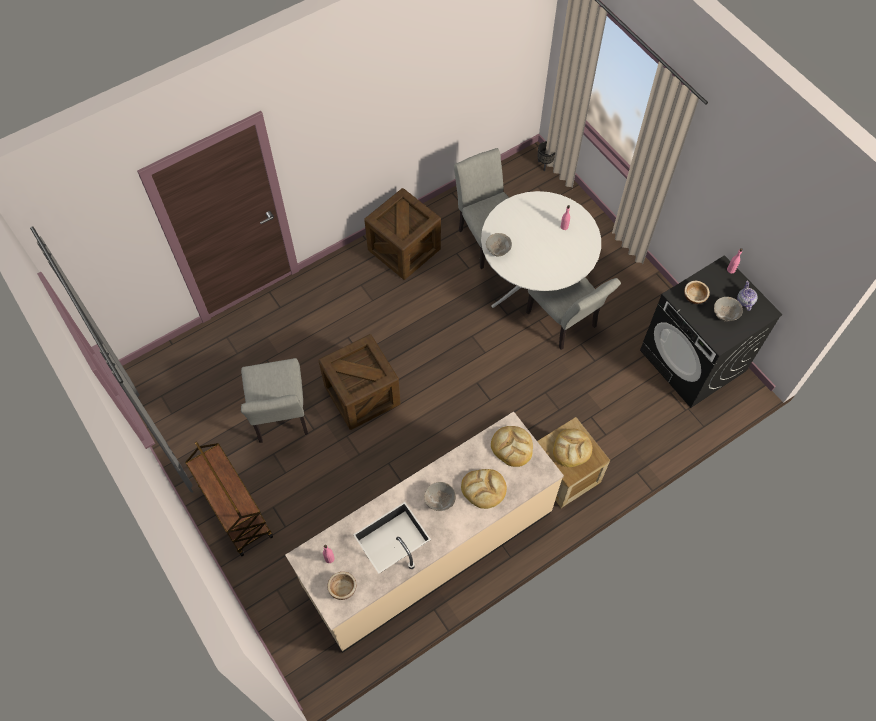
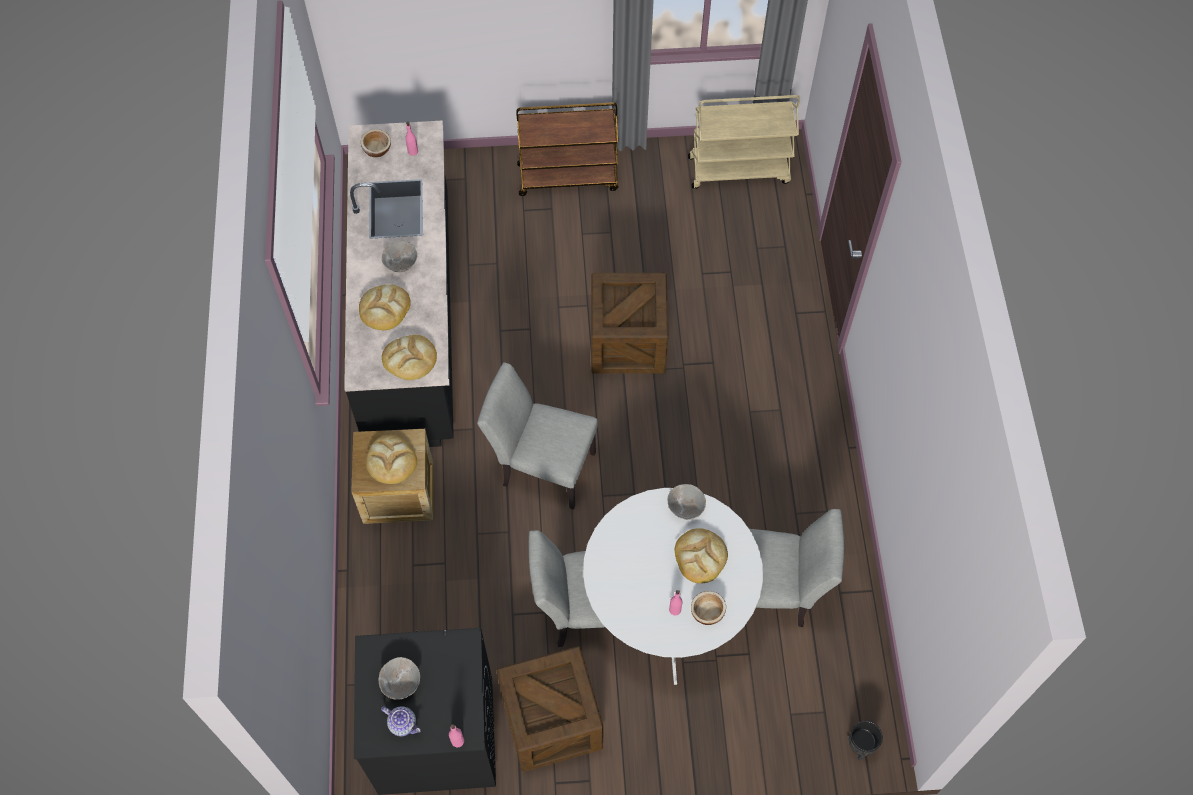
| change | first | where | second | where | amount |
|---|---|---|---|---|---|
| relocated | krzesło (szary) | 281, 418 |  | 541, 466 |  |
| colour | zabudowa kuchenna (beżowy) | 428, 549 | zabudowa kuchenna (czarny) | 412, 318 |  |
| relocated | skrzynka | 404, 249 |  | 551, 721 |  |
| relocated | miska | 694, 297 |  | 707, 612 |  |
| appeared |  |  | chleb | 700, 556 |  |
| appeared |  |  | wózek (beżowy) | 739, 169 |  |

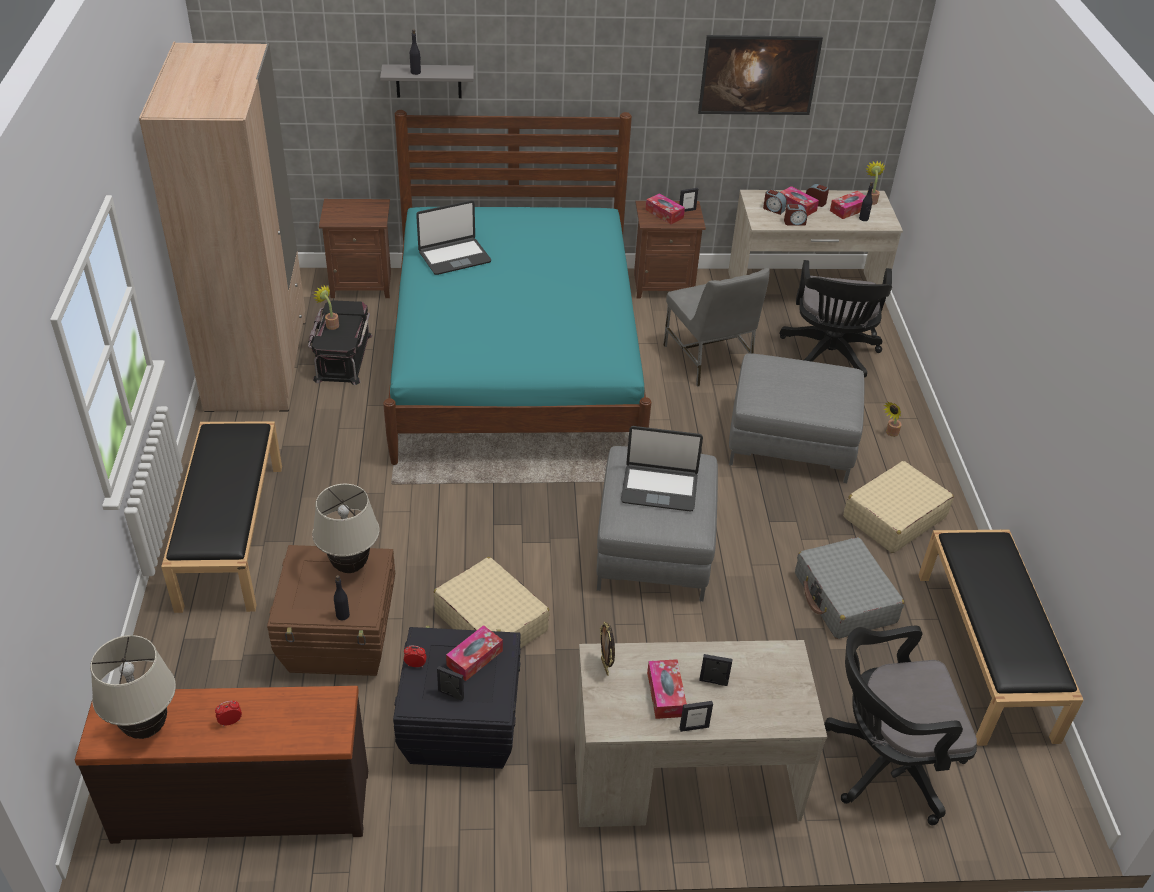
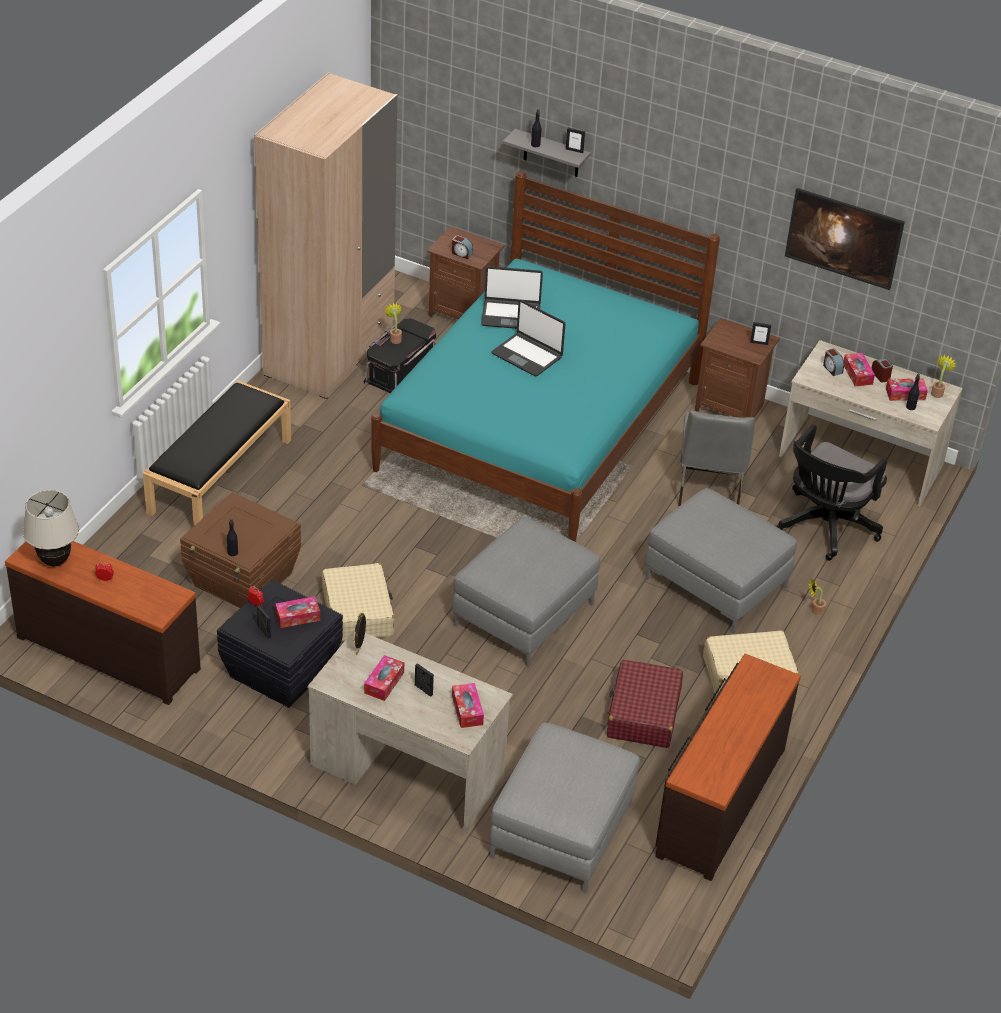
| change | first | where | second | where | amount |
|---|---|---|---|---|---|
| missing | lampa stołowa (beżowy) | 350, 566 |  |  |  |
| relocated | laptop | 659, 488 |  | 527, 355 |  |
| relocated | pudełko chusteczek | 664, 214 |  | 467, 710 |  |
| relocated | ramka na zdjęcie | 694, 727 |  | 574, 150 |  |
| relocated | budzik | 794, 222 |  | 461, 254 |  |
| colour | walizka (szary) | 844, 598 | walizka (czerwony) | 643, 714 |  |
| exchanged | krzesło biurowe (czarny) | 884, 764 | pufa (szary) | 561, 830 |  |
| exchanged | ławka (czarny) | 986, 655 | komoda (brązowy) | 719, 801 |  |

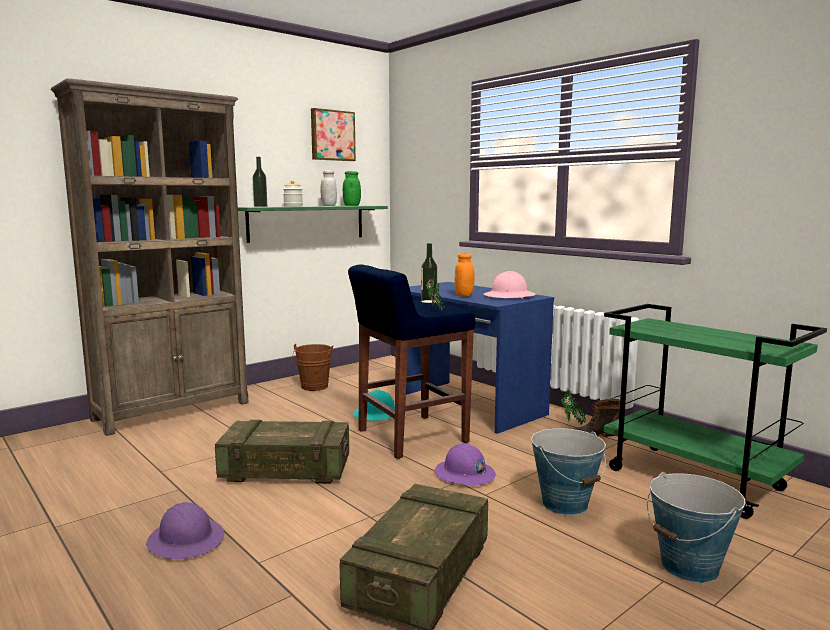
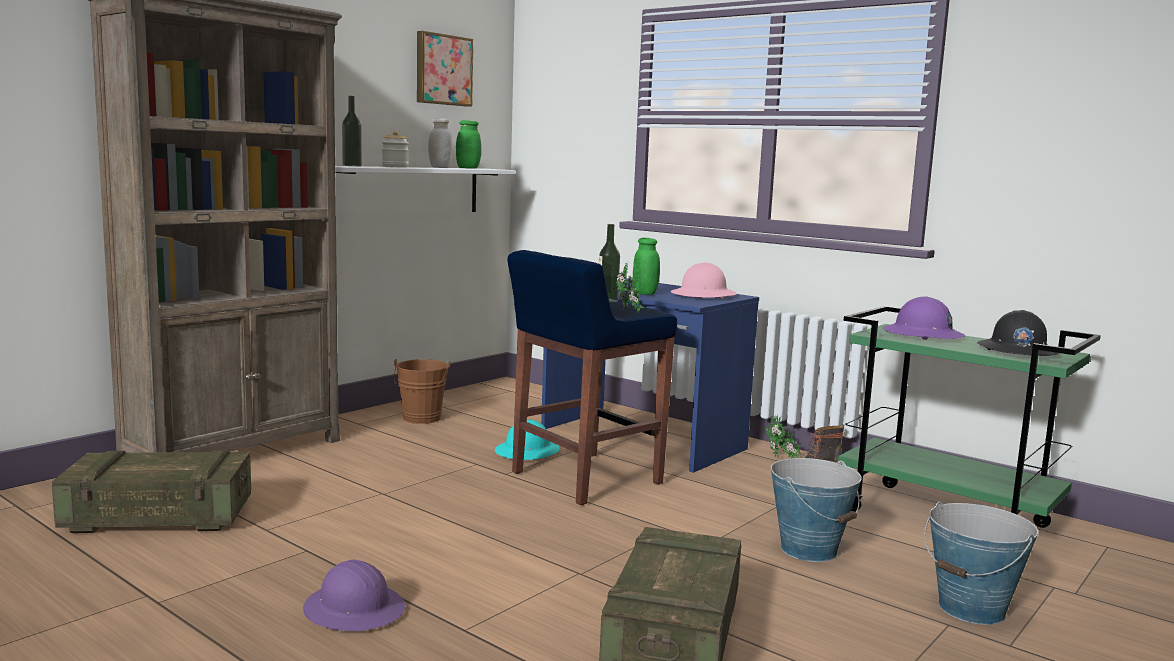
| change | first | where | second | where | amount |
|---|---|---|---|---|---|
| relocated | skrzynka | 286, 470 |  | 159, 517 |  |
| colour | półka (zielony) | 307, 223 | półka (biały) | 407, 190 |  |
| relocated | kask (fioletowy) | 464, 474 |  | 922, 335 |  |
| colour | słoik (pomarańczowy) | 464, 295 | słoik (zielony) | 645, 293 |  |
| appeared |  |  | kask (czarny) | 1017, 350 |  |

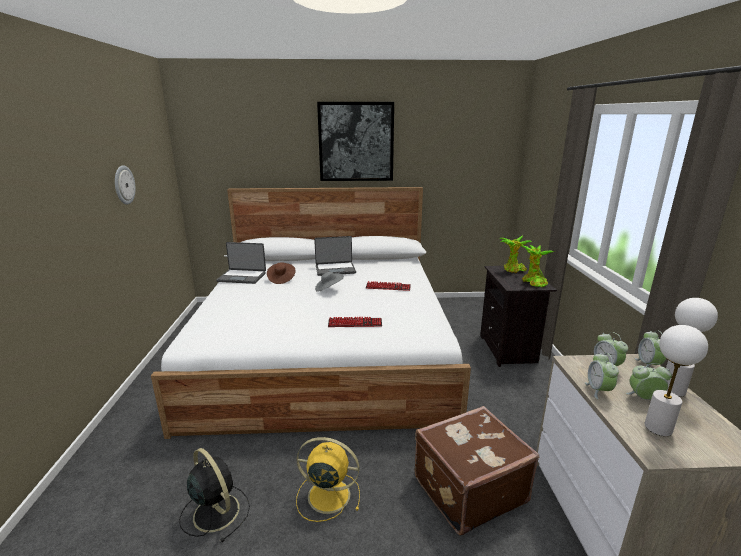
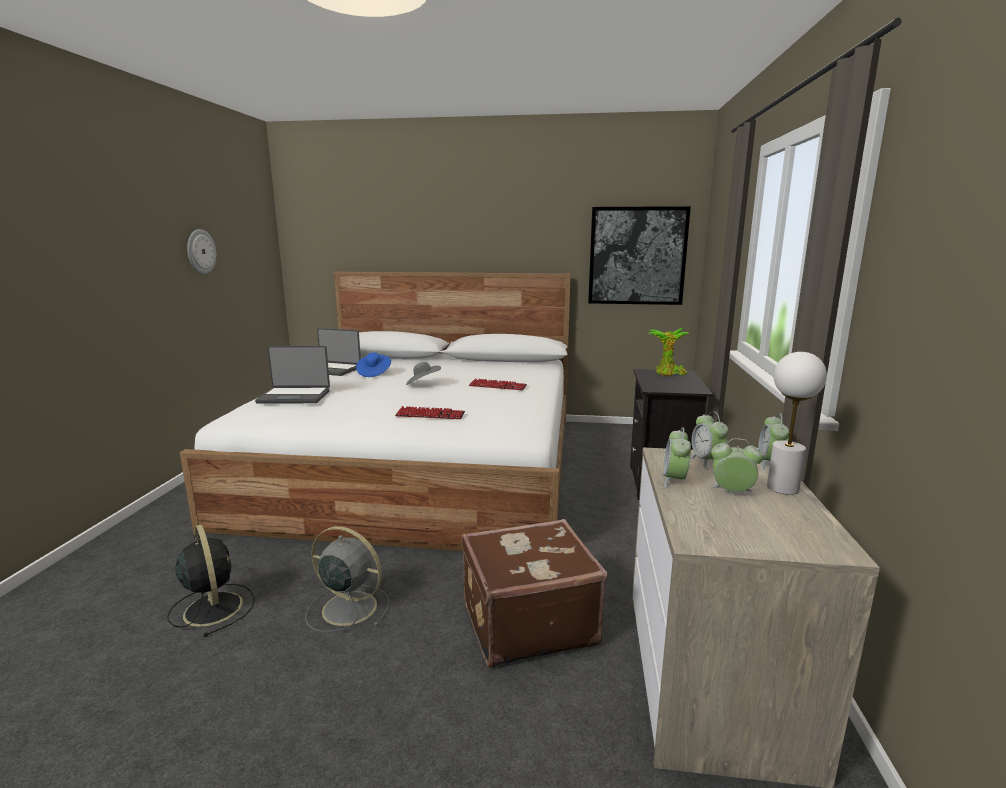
| change | first | where | second | where | amount |
|---|---|---|---|---|---|
| colour | kapelusz (brązowy) | 281, 279 | kapelusz (niebieski) | 374, 373 |  |
| colour | wentylator (żółty) | 327, 495 | wentylator (szary) | 347, 607 |  |
| relocated | laptop | 335, 269 |  | 295, 396 |  |
| relocated | obraz | 356, 142 |  | 637, 256 |  |
| missing | roślina doniczkowa | 533, 282 |  |  |  |
| missing | lampa stołowa (biały) | 658, 428 |  |  |  |

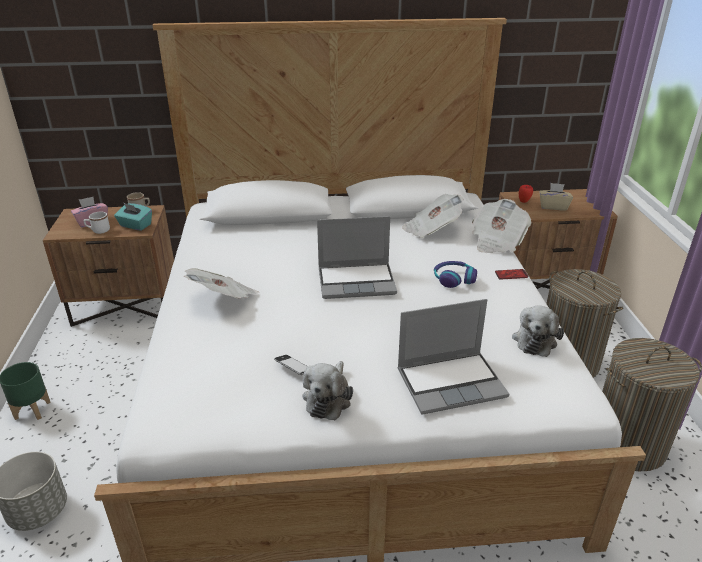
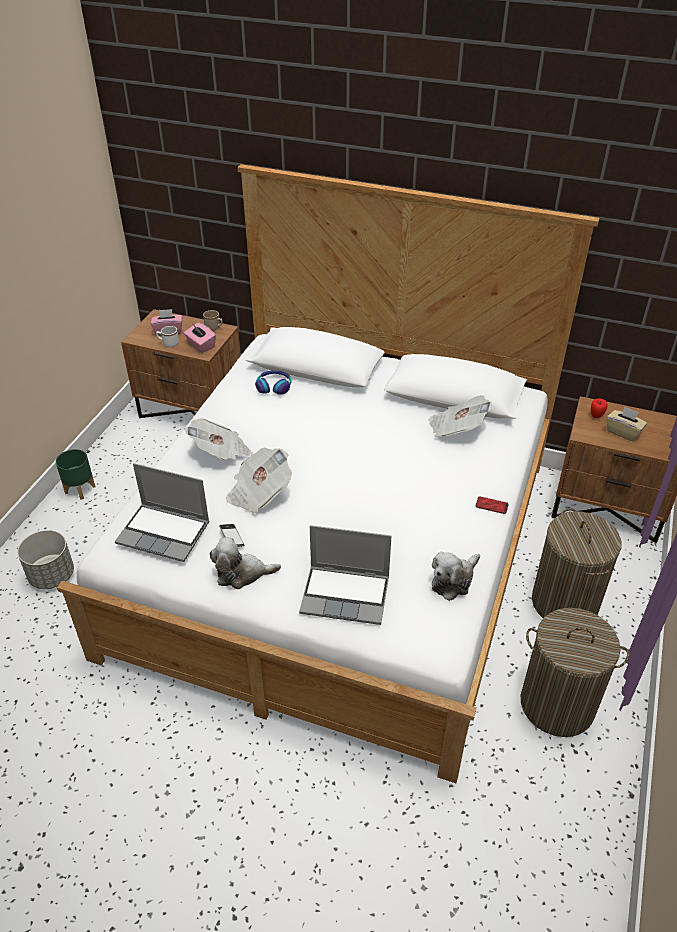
| change | first | where | second | where | amount |
|---|---|---|---|---|---|
| colour | pudełko chusteczek (turkusowy) | 135, 225 | pudełko chusteczek (różowy) | 201, 345 |  |
| spun | pluszak | 328, 398 |  | 242, 573 | 45 degrees clockwise |
| relocated | laptop | 357, 281 |  | 165, 533 |  |
| relocated | słuchawki | 454, 279 |  | 274, 386 |  |
| relocated | gazeta | 497, 241 |  | 259, 493 |  |

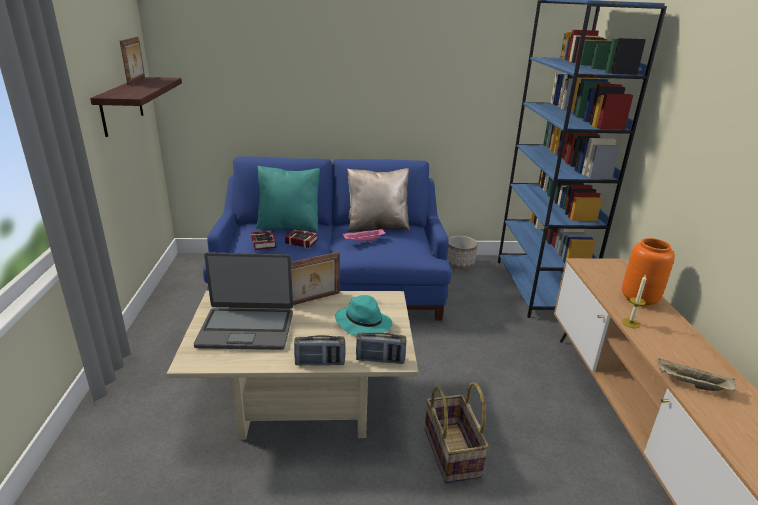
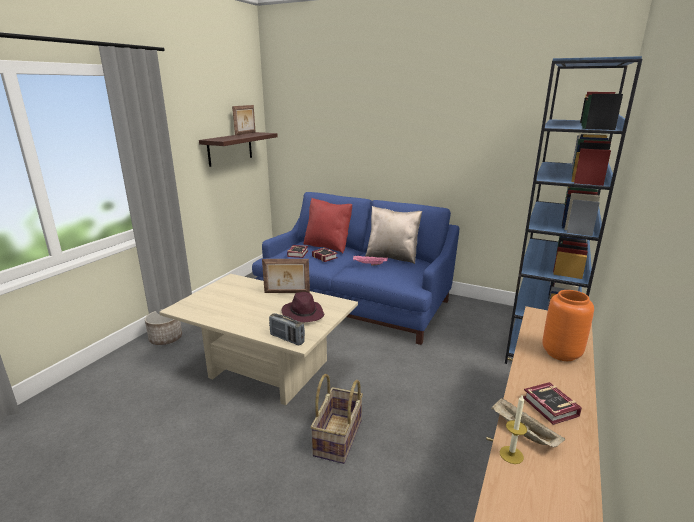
| change | first | where | second | where | amount |
|---|---|---|---|---|---|
| missing | laptop | 246, 329 |  |  |  |
| colour | poduszka (turkusowy) | 289, 226 | poduszka (czerwony) | 328, 246 |  |
| missing | radio | 320, 363 |  |  |  |
| colour | kapelusz (turkusowy) | 362, 323 | kapelusz (fioletowy) | 303, 314 |  |
| relocated | donica | 459, 263 |  | 166, 338 |  |
| relocated | świeca | 630, 323 |  | 511, 455 |  |
| appeared |  |  | książka | 550, 408 |  |

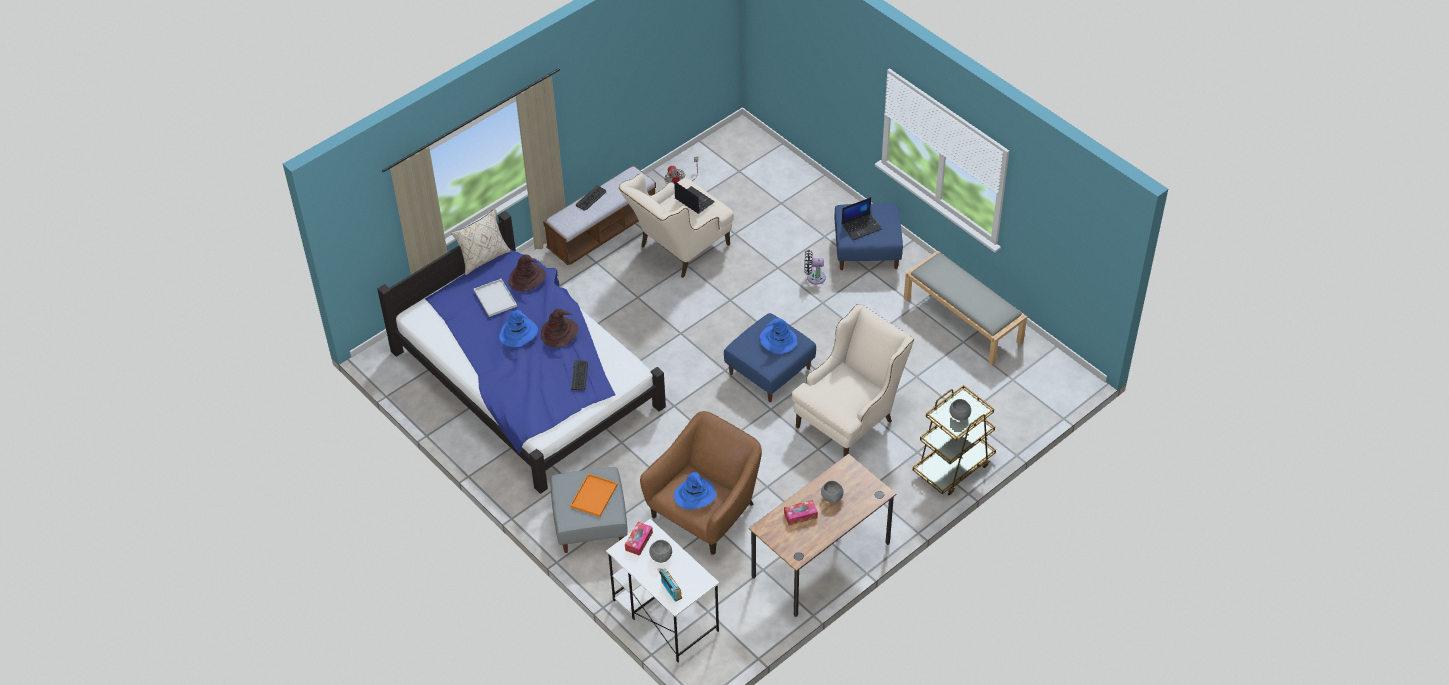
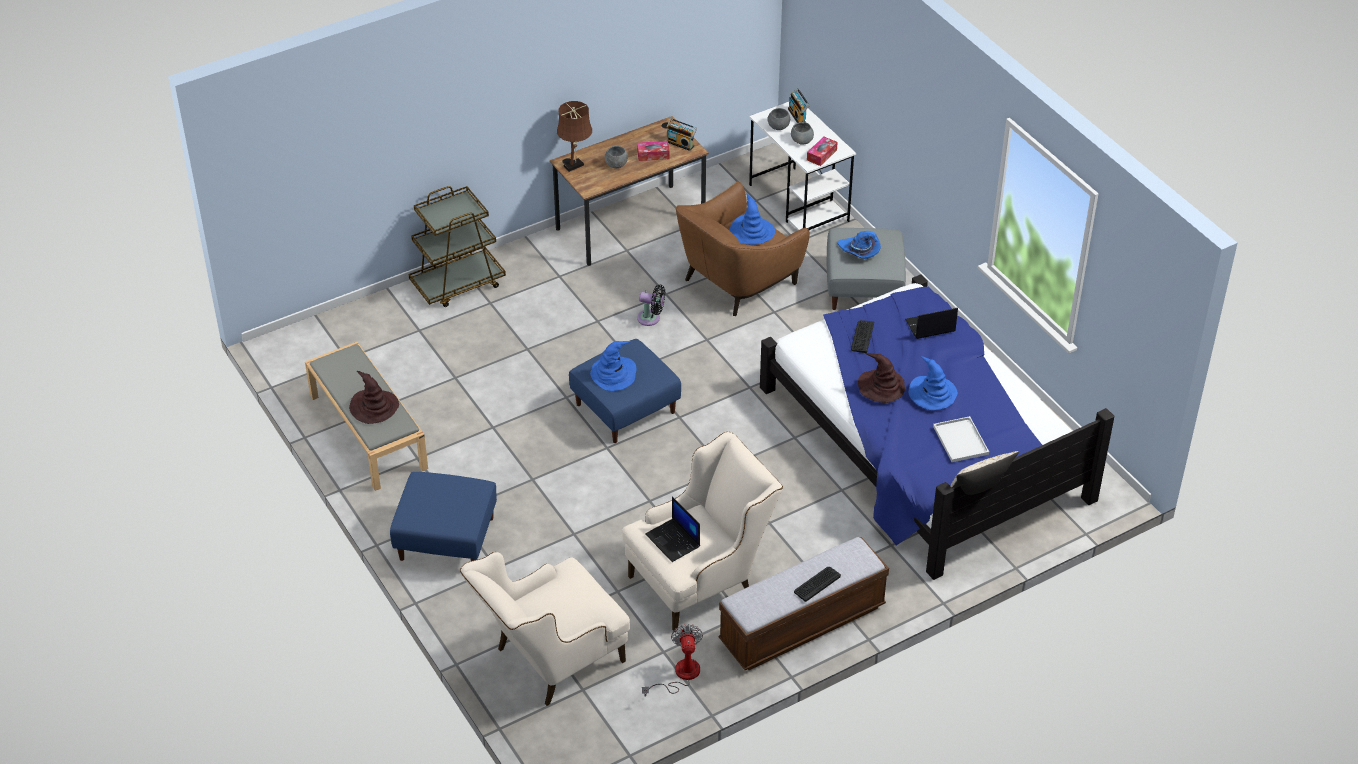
| change | first | where | second | where | amount |
|---|---|---|---|---|---|
| relocated | kapelusz (brązowy) | 527, 278 |  | 374, 407 |  |
| exchanged | taca (pomarańczowy) | 594, 495 | kapelusz (niebieski) | 859, 251 |  |
| relocated | fotel (beżowy) | 850, 418 |  | 549, 661 |  |
| relocated | wentylator (czarny) | 813, 277 |  | 651, 318 |  |
| relocated | laptop | 861, 226 |  | 929, 326 |  |
| relocated | miska (szary) | 959, 415 |  | 778, 127 |  |
| appeared |  |  | lampa stołowa (brązowy) | 575, 165 |  |
| appeared |  |  | radio | 681, 143 |  |

